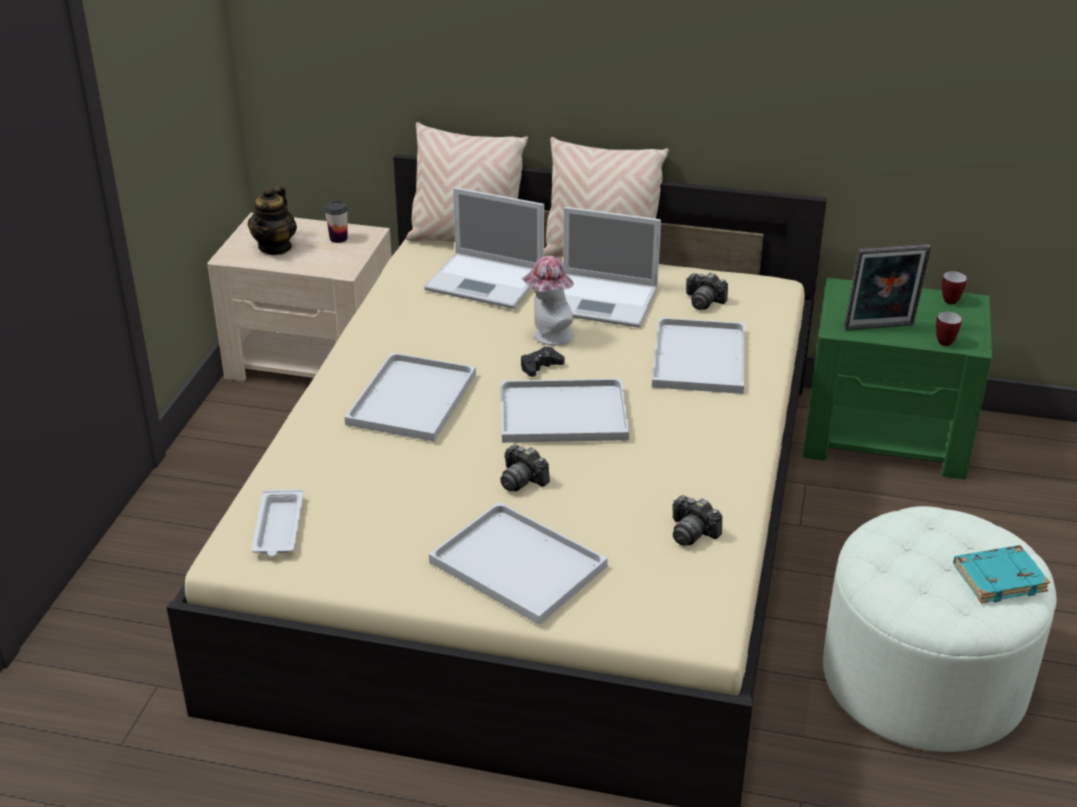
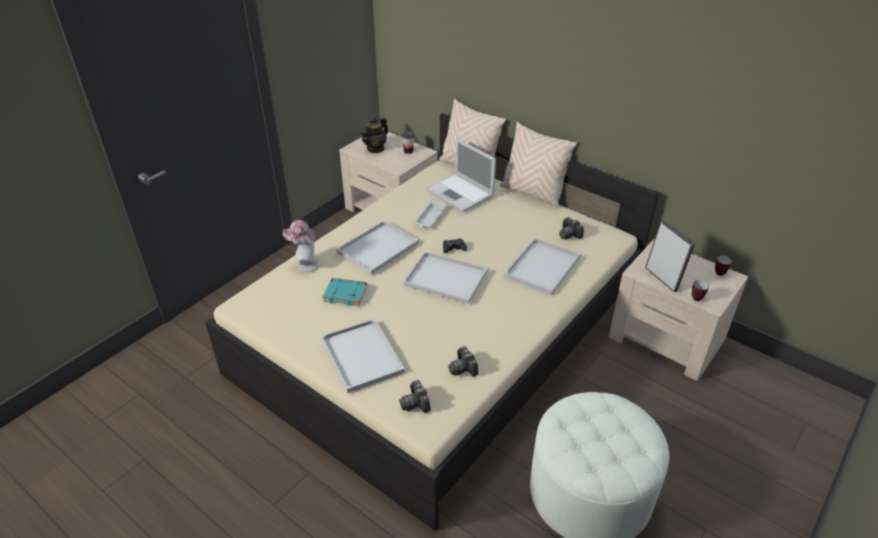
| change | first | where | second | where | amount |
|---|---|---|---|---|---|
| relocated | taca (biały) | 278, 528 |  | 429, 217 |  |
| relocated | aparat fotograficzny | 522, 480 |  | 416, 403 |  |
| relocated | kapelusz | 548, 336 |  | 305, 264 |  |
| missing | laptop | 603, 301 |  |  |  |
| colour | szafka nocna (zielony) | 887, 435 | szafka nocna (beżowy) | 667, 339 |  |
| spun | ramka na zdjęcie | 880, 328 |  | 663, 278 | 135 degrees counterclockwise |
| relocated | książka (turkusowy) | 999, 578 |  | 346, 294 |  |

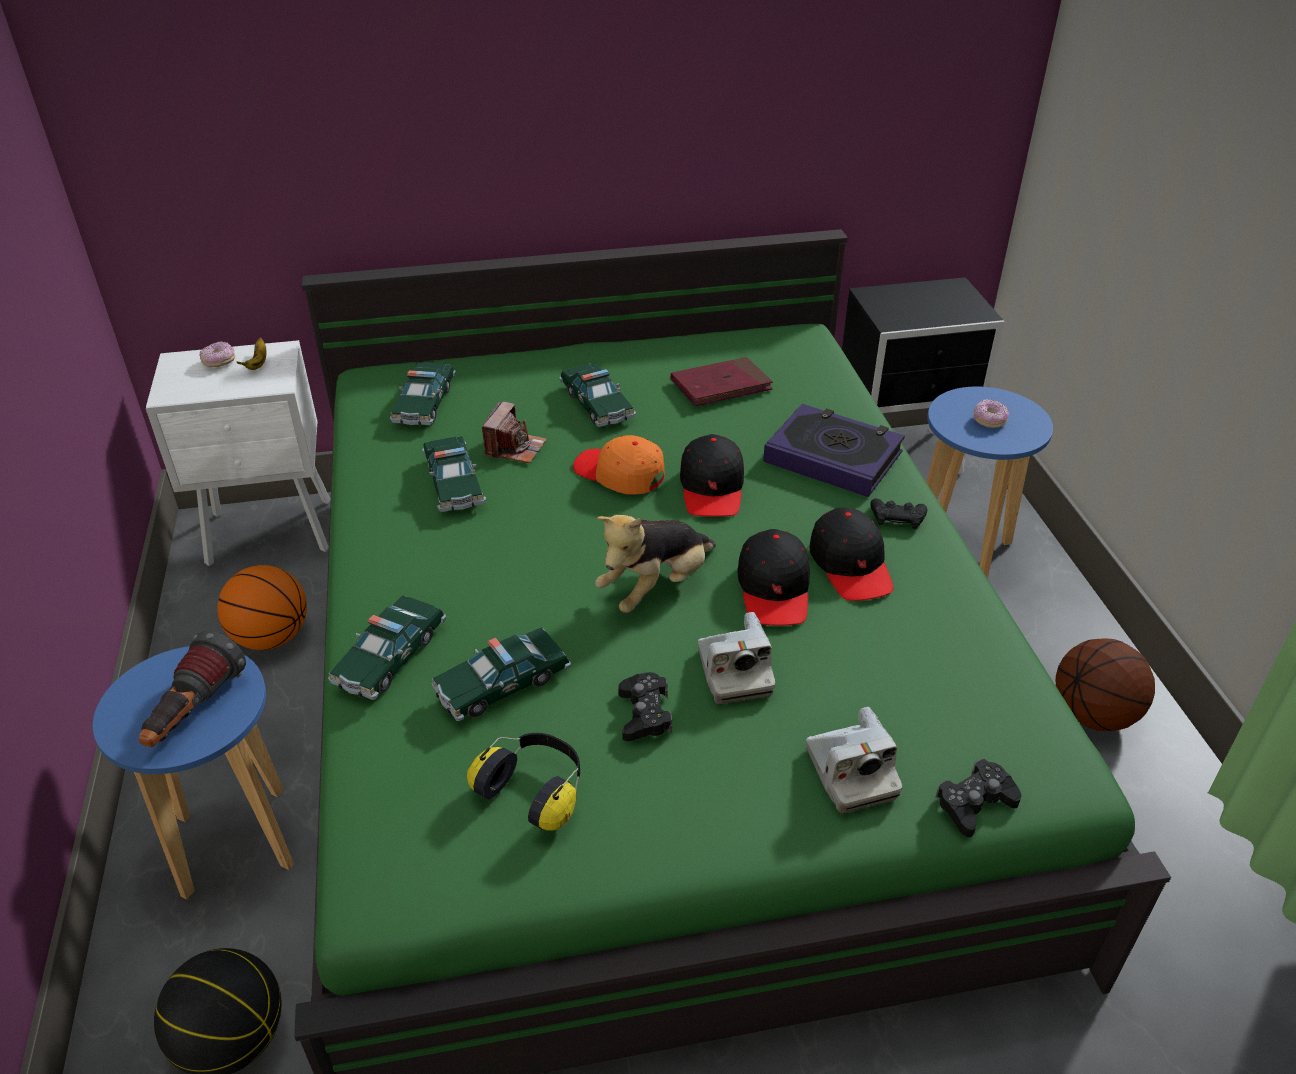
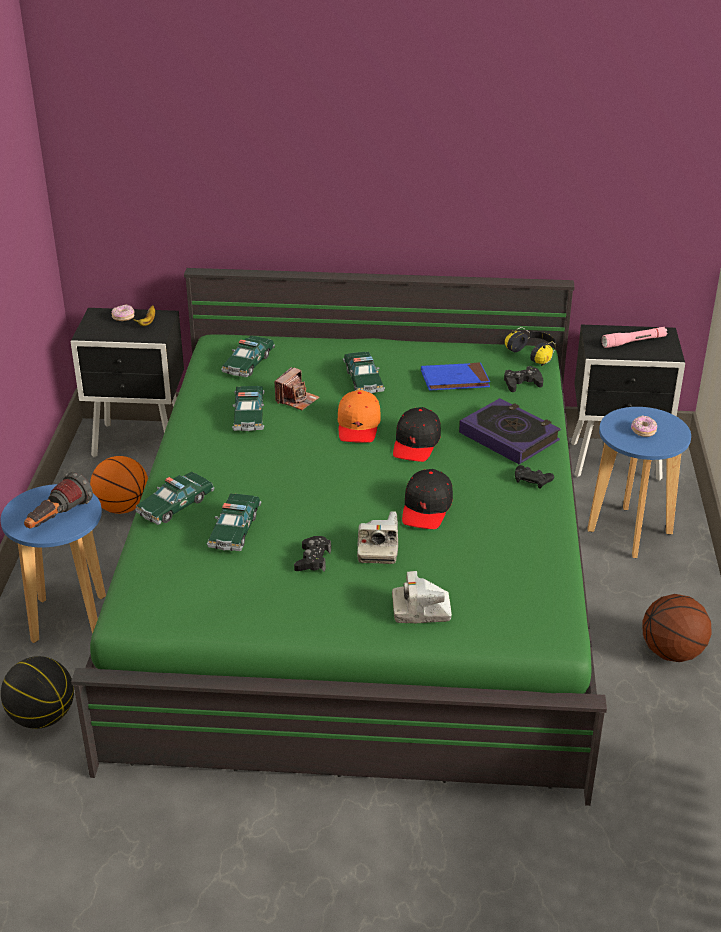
| change | first | where | second | where | amount |
|---|---|---|---|---|---|
| colour | szafka nocna (biały) | 273, 533 | szafka nocna (czarny) | 141, 443 |  |
| spun | samochodzik | 502, 684 |  | 235, 530 | 60 degrees counterclockwise |
| relocated | słuchawki | 535, 790 |  | 533, 354 |  |
| spun | czapka z daszkiem (pomarańczowy) | 619, 474 |  | 358, 425 | 135 degrees counterclockwise |
| missing | pluszak | 656, 587 |  |  |  |
| colour | książka (czerwony) | 721, 386 | książka (niebieski) | 455, 380 |  |
| spun | aparat fotograficzny | 850, 773 |  | 421, 610 | 90 degrees clockwise |
| missing | czapka z daszkiem (czarny) | 851, 565 |  |  |  |
| relocated | pad do gier (czarny) | 975, 803 |  | 522, 383 |  |
| appeared |  |  | latarka (różowy) | 634, 342 |  |

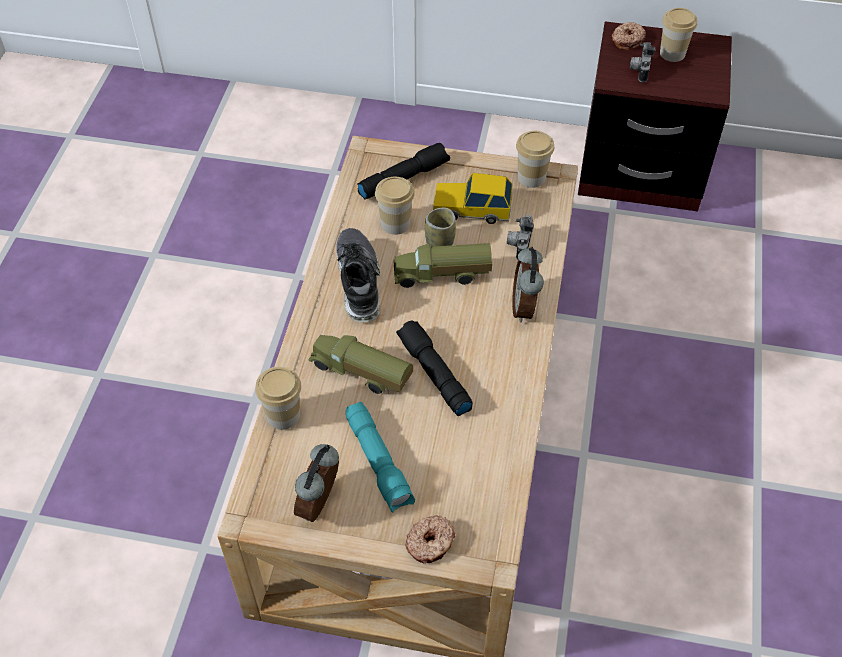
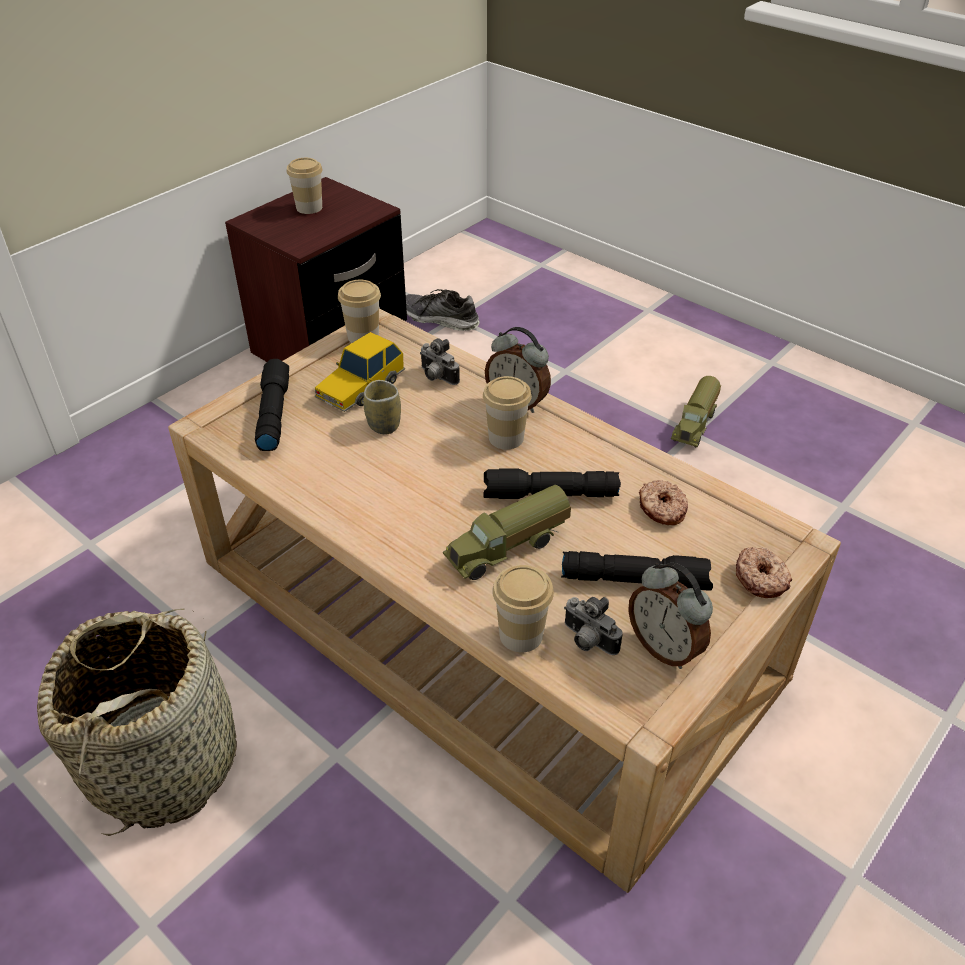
| change | first | where | second | where | amount |
|---|---|---|---|---|---|
| relocated | but | 358, 281 |  | 440, 319 |  |
| colour | latarka (turkusowy) | 379, 462 | latarka (czarny) | 636, 579 |  |
| relocated | filiżanka | 395, 224 |  | 506, 438 |  |
| relocated | ciężarówka zabawkowa | 442, 276 |  | 695, 425 |  |
| relocated | donut | 627, 40 |  | 661, 509 |  |
| relocated | aparat fotograficzny | 639, 70 |  | 587, 641 |  |
| appeared |  |  | koszyk | 164, 760 |  |

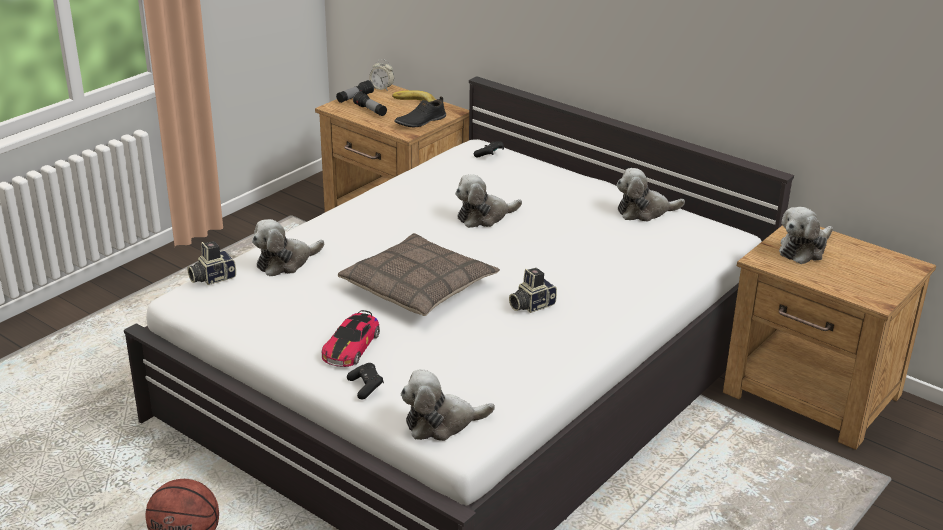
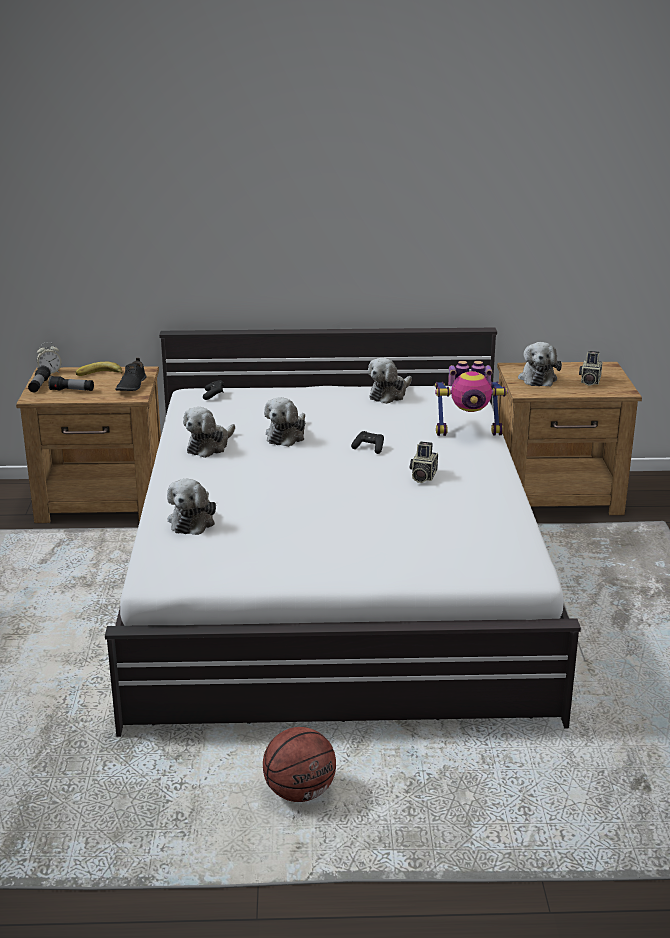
| change | first | where | second | where | amount |
|---|---|---|---|---|---|
| relocated | aparat fotograficzny | 212, 277 |  | 589, 381 |  |
| missing | samochodzik | 351, 346 |  |  |  |
| missing | poduszka | 419, 287 |  |  |  |
| relocated | pad do gier (czarny) | 366, 387 |  | 369, 448 |  |
| relocated | pluszak | 442, 423 |  | 209, 446 |  |
| appeared |  |  | robot zabawkowy | 468, 431 |  |

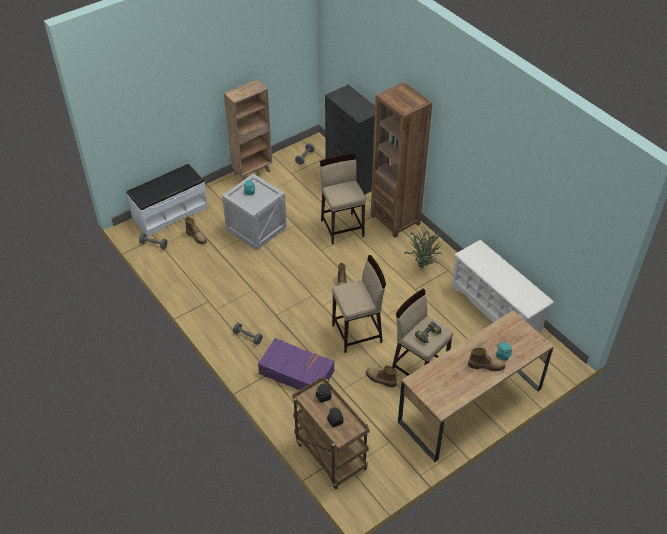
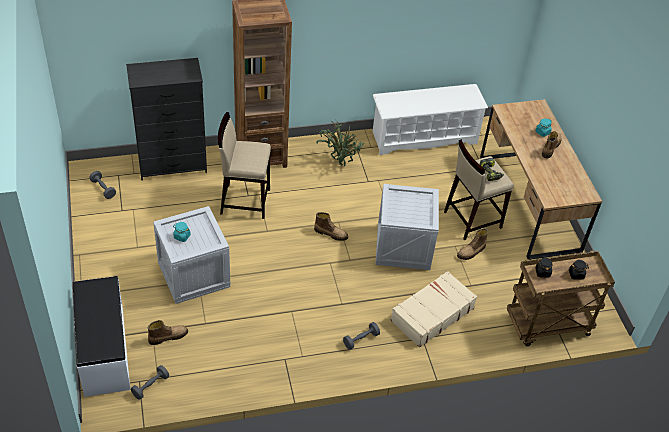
| change | first | where | second | where | amount |
|---|---|---|---|---|---|
| missing | regał (brązowy) | 253, 172 |  |  |  |
| colour | walizka (fioletowy) | 296, 372 | walizka (beżowy) | 431, 314 |  |
| exchanged | stołek (beżowy) | 357, 333 | skrzynka | 404, 246 |  |

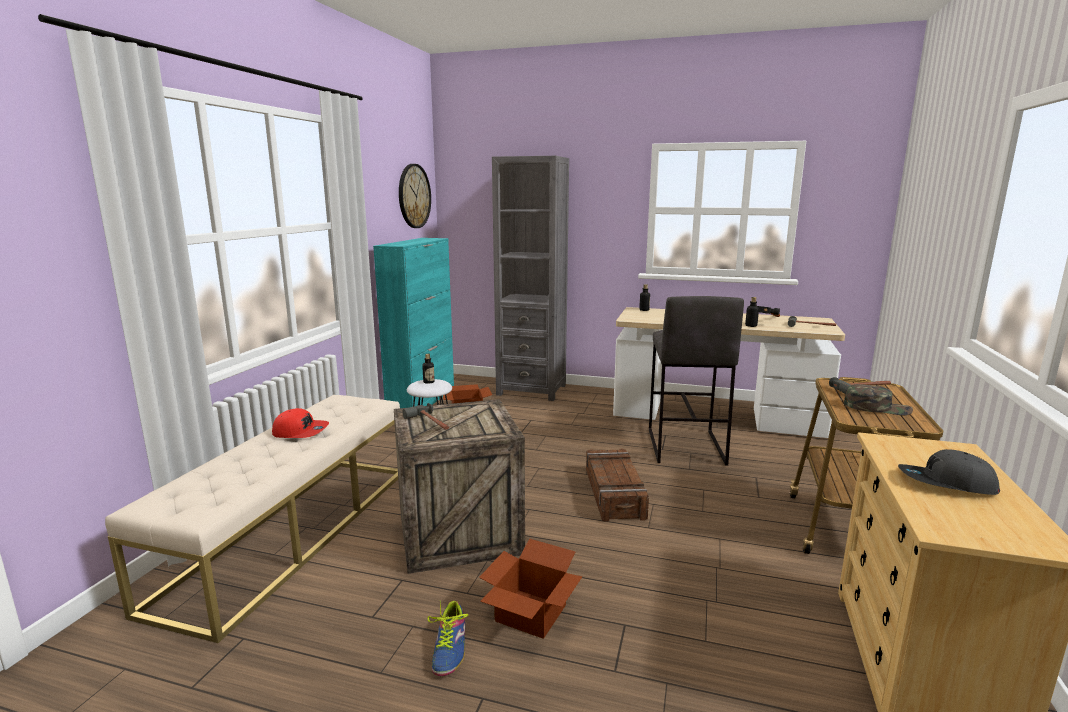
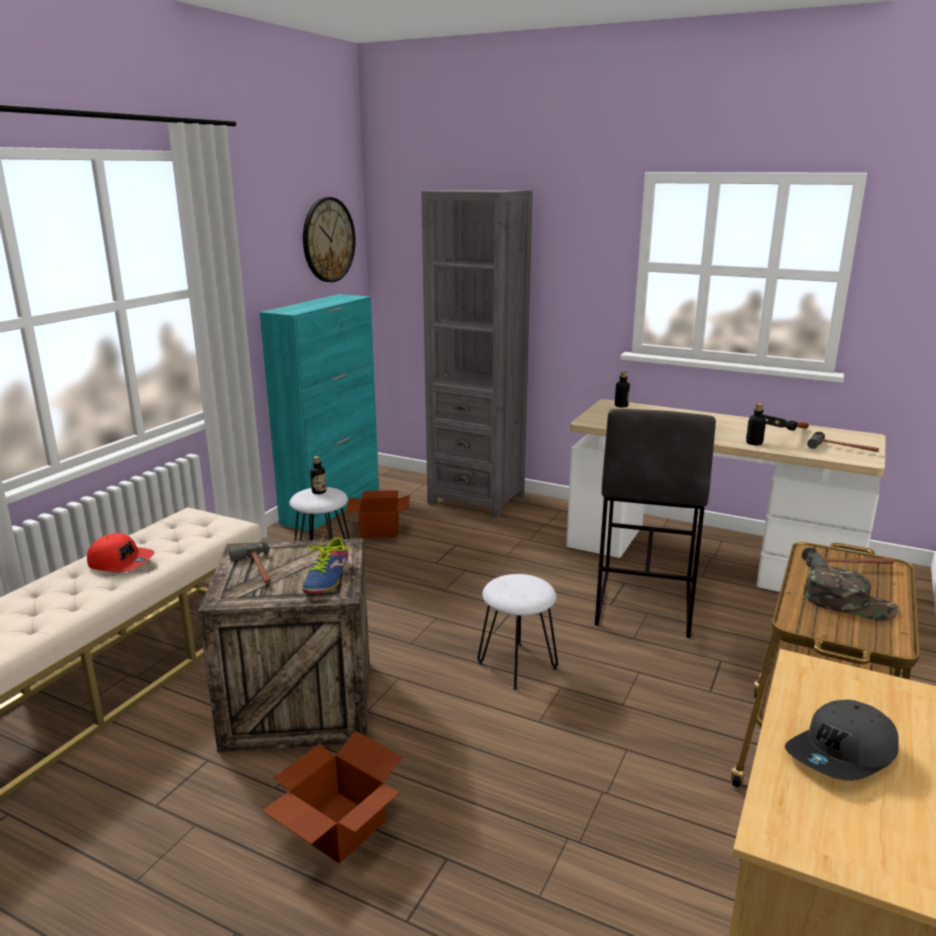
| change | first | where | second | where | amount |
|---|---|---|---|---|---|
| relocated | but | 450, 648 |  | 327, 577 |  |
| exchanged | skrzynka | 615, 493 | stołek (biały) | 518, 665 |  |
| spun | czapka z daszkiem (szary) | 946, 484 |  | 842, 755 | 60 degrees counterclockwise |

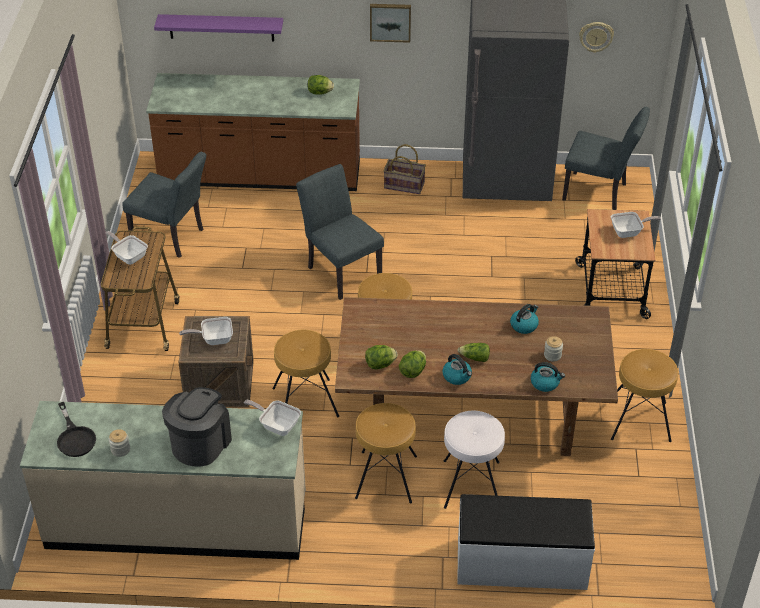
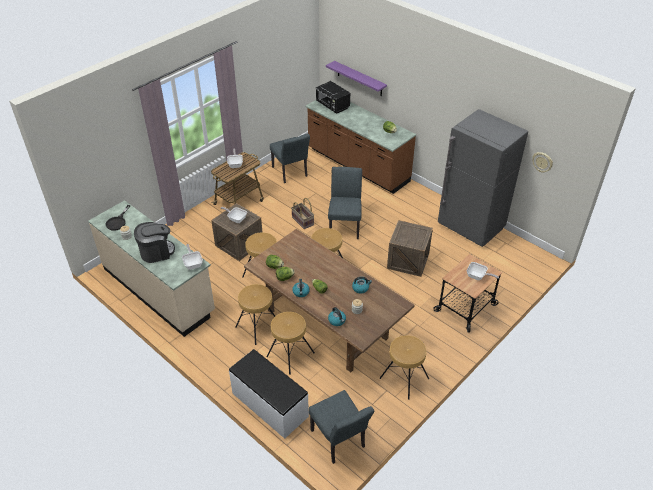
| change | first | where | second | where | amount |
|---|---|---|---|---|---|
| missing | obraz | 390, 21 |  |  |  |
| relocated | koszyk | 404, 185 |  | 303, 221 |  |
| colour | stołek (biały) | 471, 484 | stołek (brązowy) | 290, 354 |  |
| relocated | krzesło (szary) | 600, 193 |  | 340, 442 |  |
| appeared |  |  | mikrofalówka (czarny) | 332, 106 |  |
| appeared |  |  | skrzynka | 408, 260 |  |

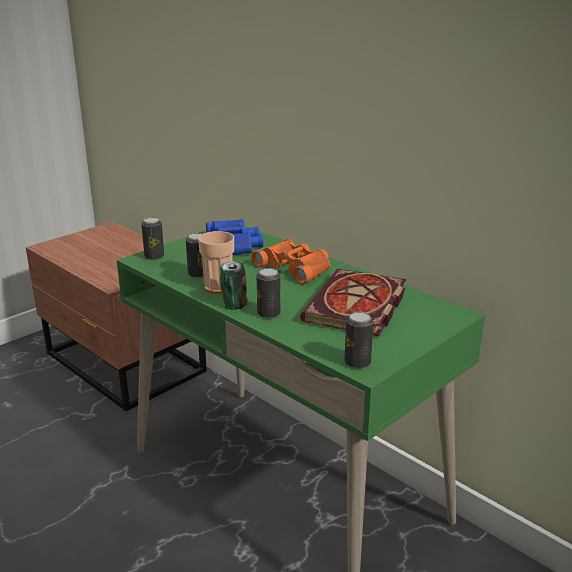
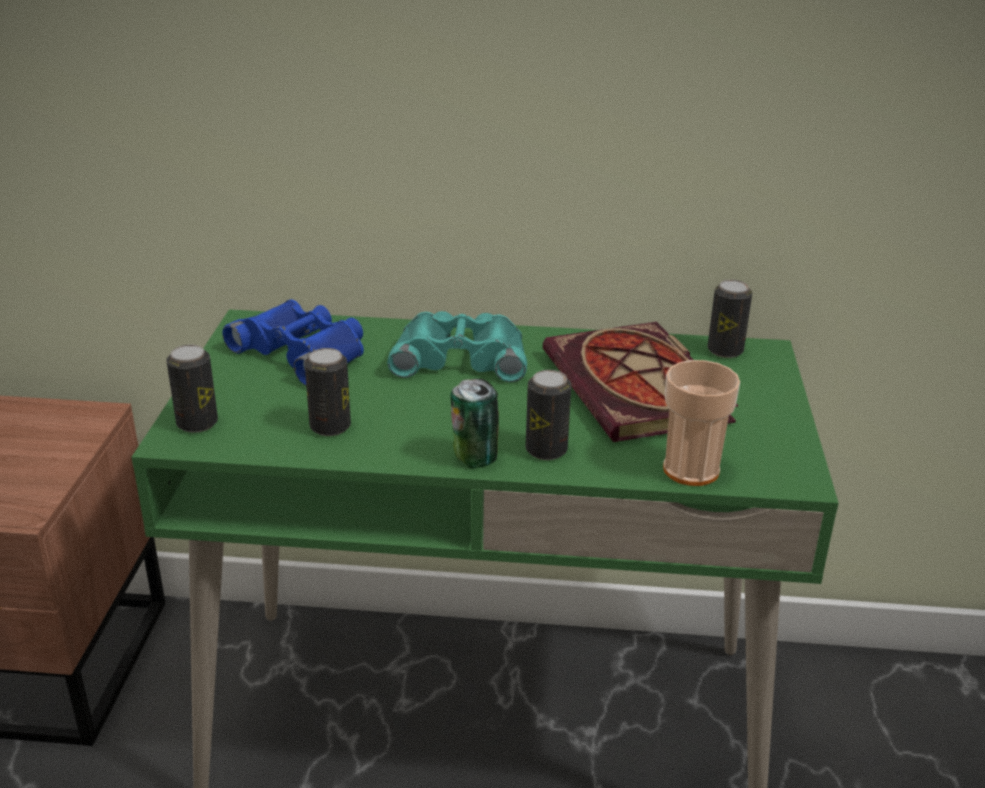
| change | first | where | second | where | amount |
|---|---|---|---|---|---|
| relocated | filiżanka | 218, 287 |  | 691, 470 |  |
| colour | lornetka (pomarańczowy) | 295, 267 | lornetka (turkusowy) | 460, 357 |  |
| relocated | puszka | 357, 362 |  | 725, 350 |  |

